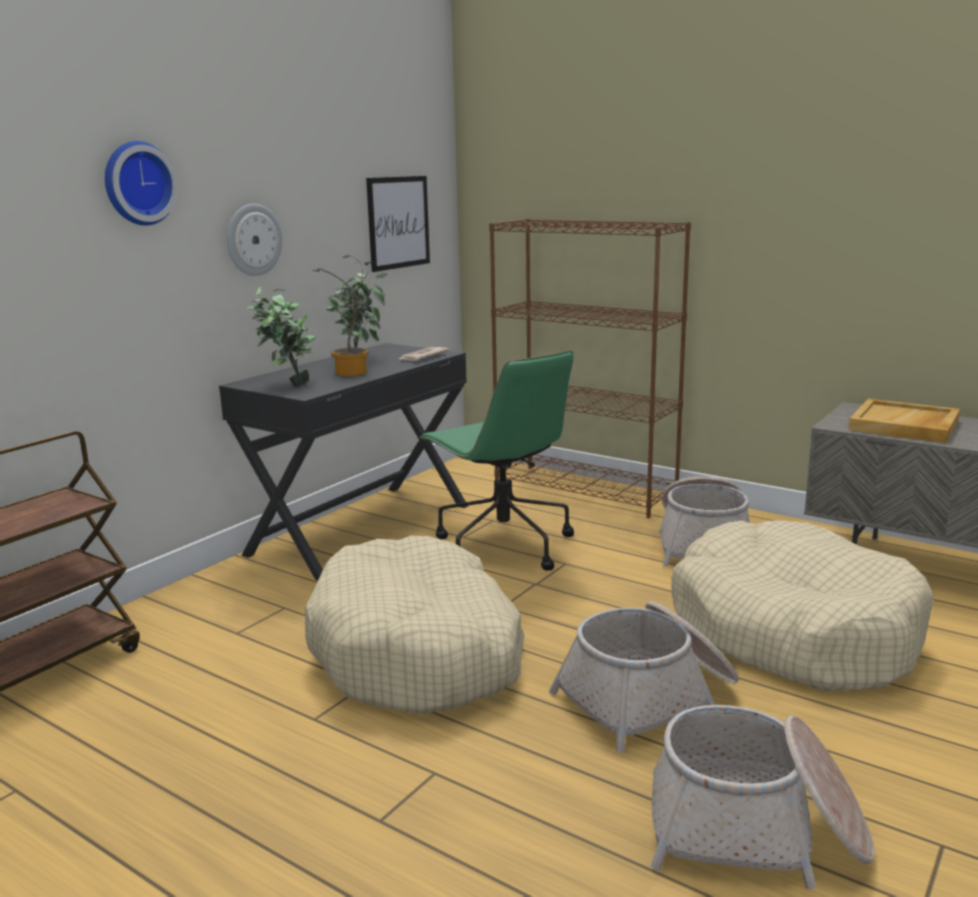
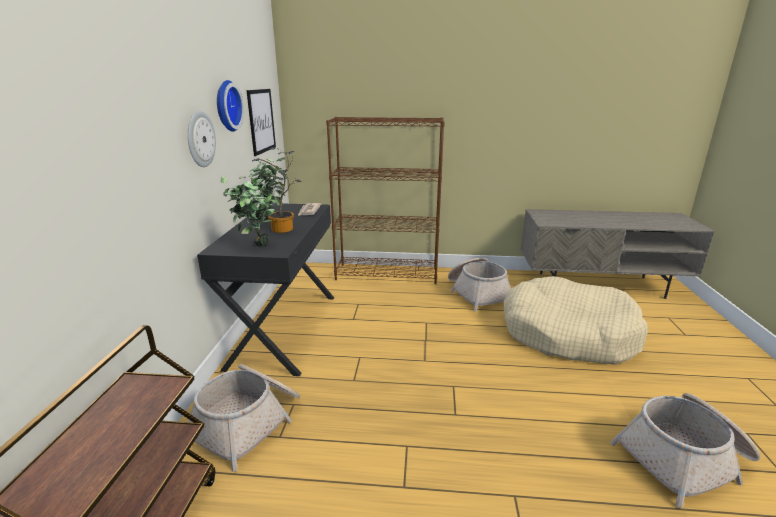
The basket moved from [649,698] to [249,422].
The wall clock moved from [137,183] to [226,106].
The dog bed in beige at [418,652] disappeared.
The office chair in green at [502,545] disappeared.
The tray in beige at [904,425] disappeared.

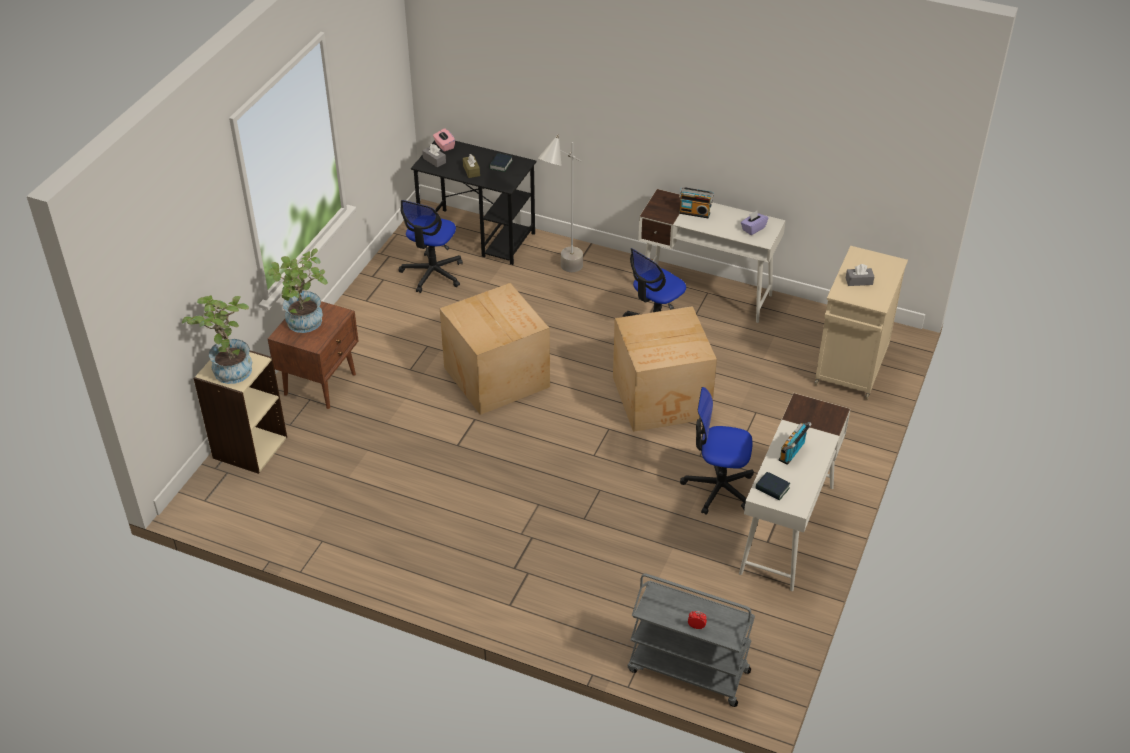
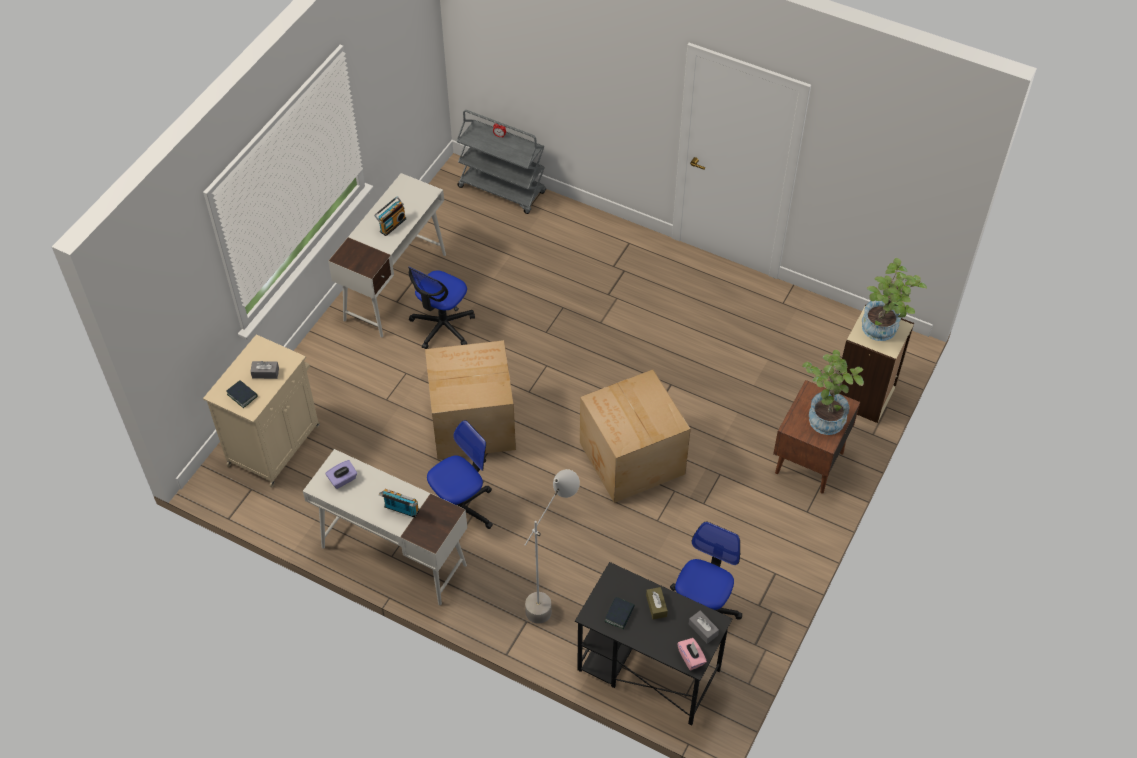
The book moved from [772,488] to [242,395].
The office chair at [718,488] turned 105 degrees clockwise.

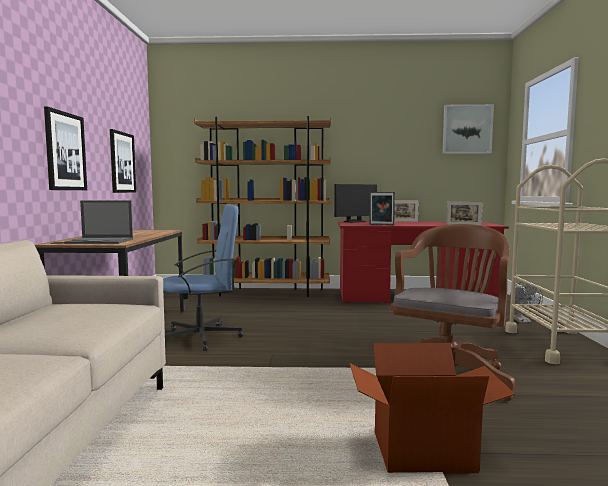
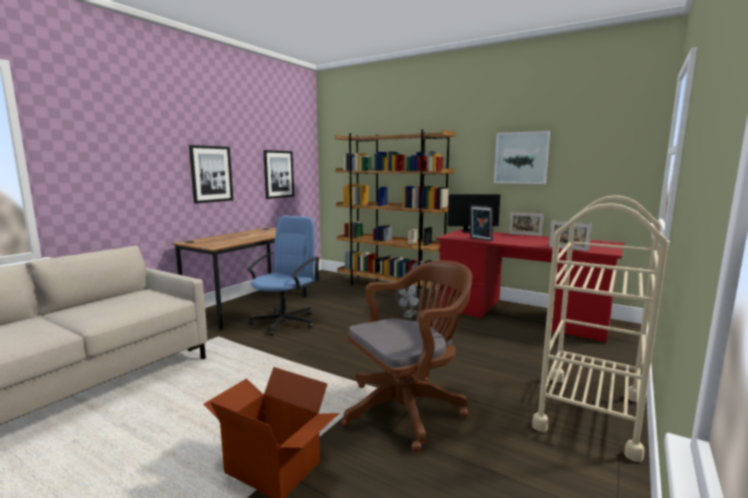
The office chair in blue at [202,337] turned 75 degrees counterclockwise.
The fan in grey moved from [523,321] to [409,316].
The picture moved from [467,129] to [521,158].
The laptop at [101,241] disappeared.

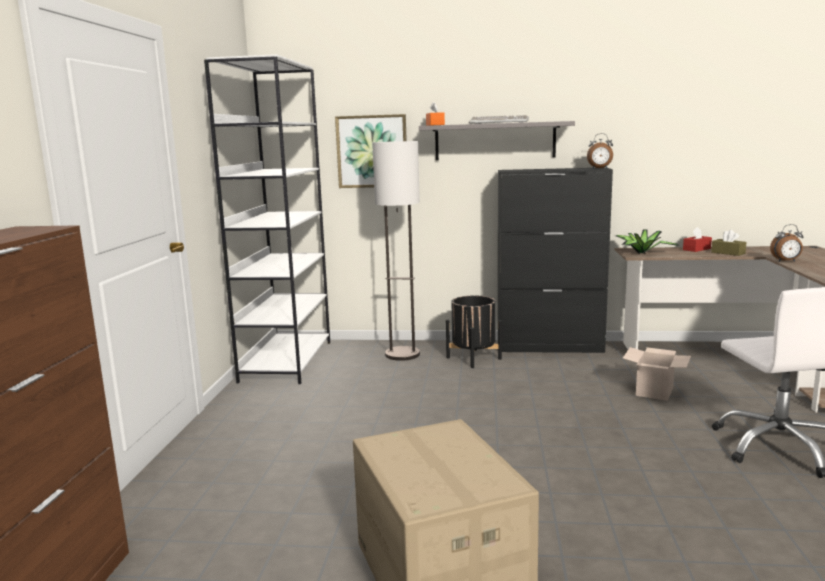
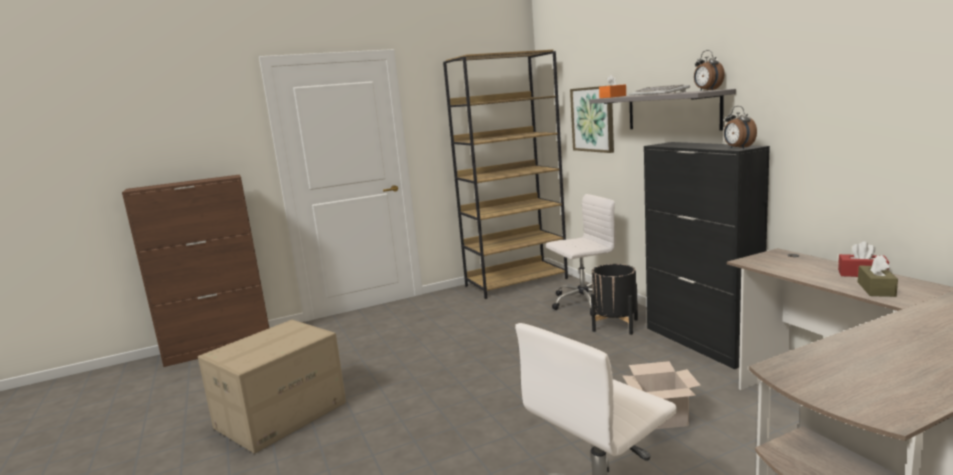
The bookcase in white at [286,361] became the bookcase in brown at [516,282].
The floor lamp at [402,354] was replaced by the office chair in white at [582,303].
The alarm clock moved from [786,261] to [707,90].
The potted plant at [641,253] disappeared.

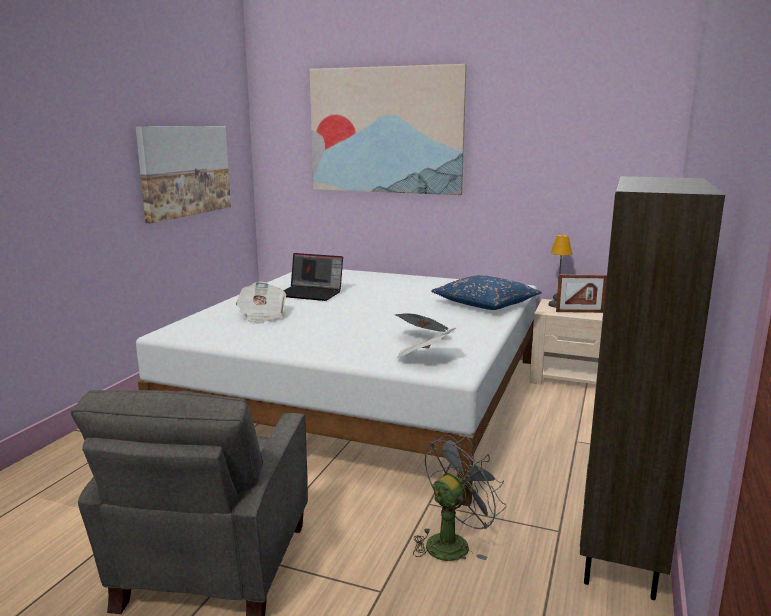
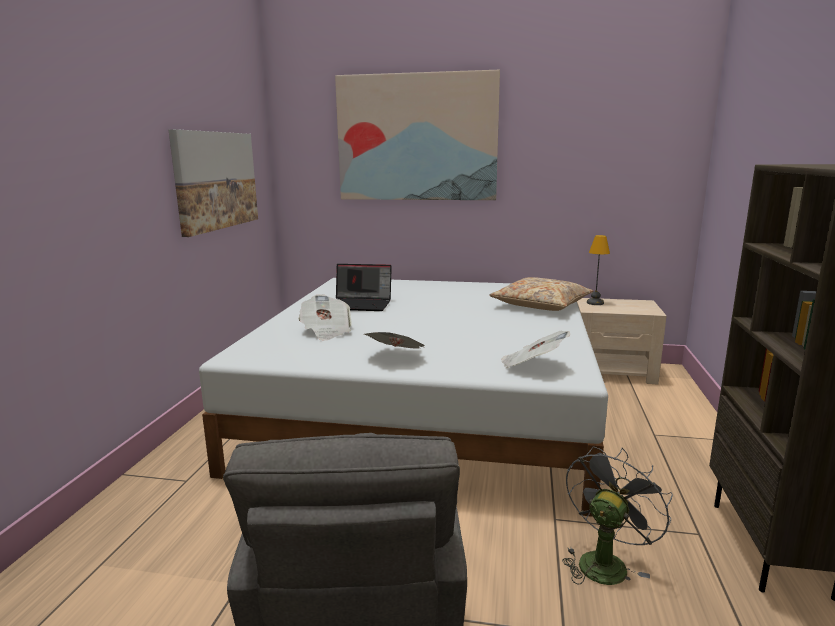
The newspaper moved from [424,337] to [397,357].
The pillow in blue at [485,303] became the pillow in beige at [541,305].
The picture frame at [579,312] disappeared.

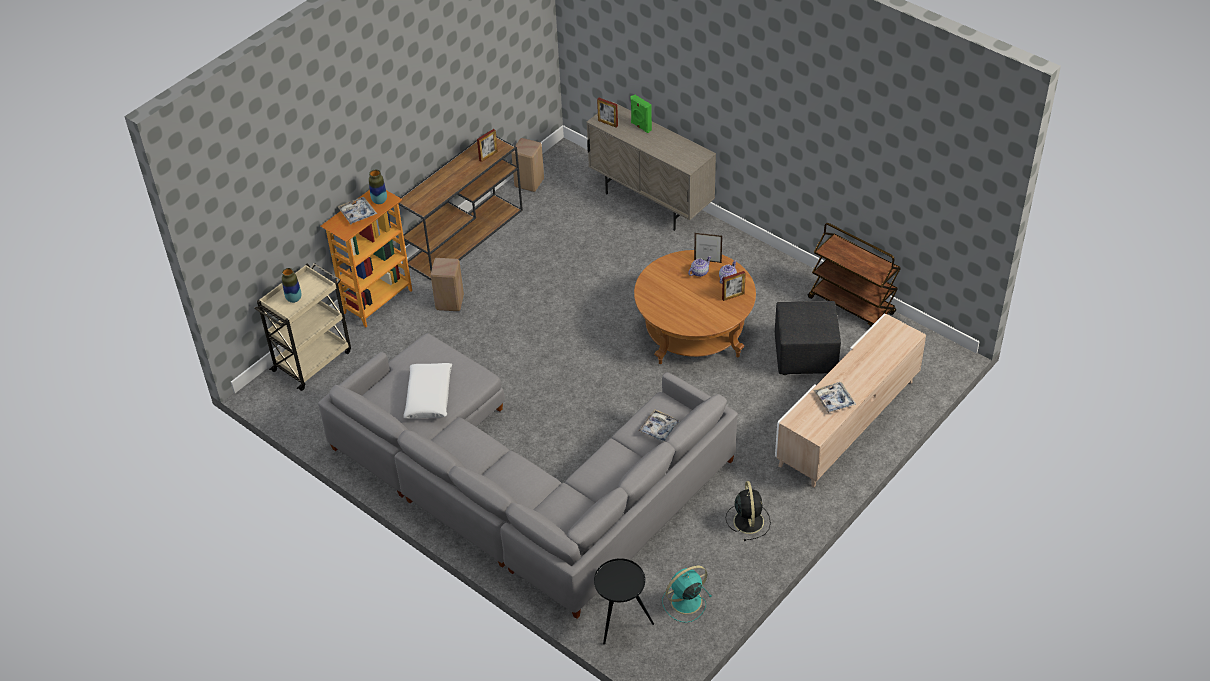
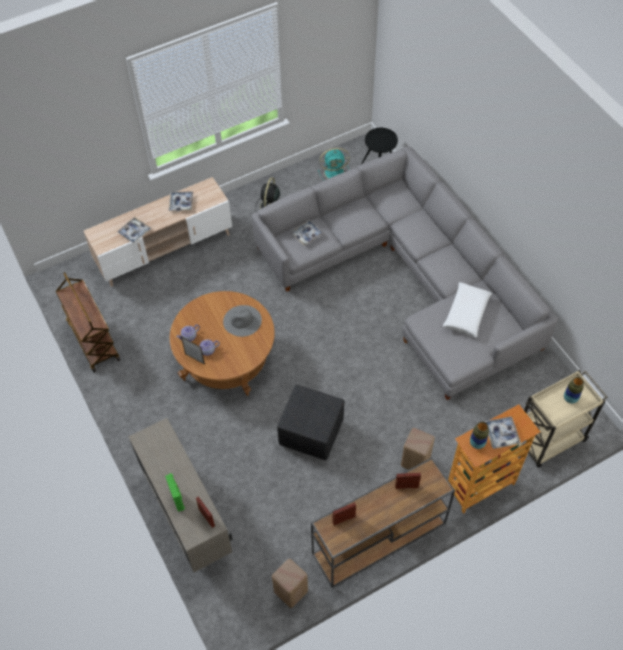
The tray at [134,232] appeared.
The hat in grey at [242,321] appeared.
The ottoman in black moved from [806,356] to [311,432].
The picture frame moved from [733,296] to [406,487].

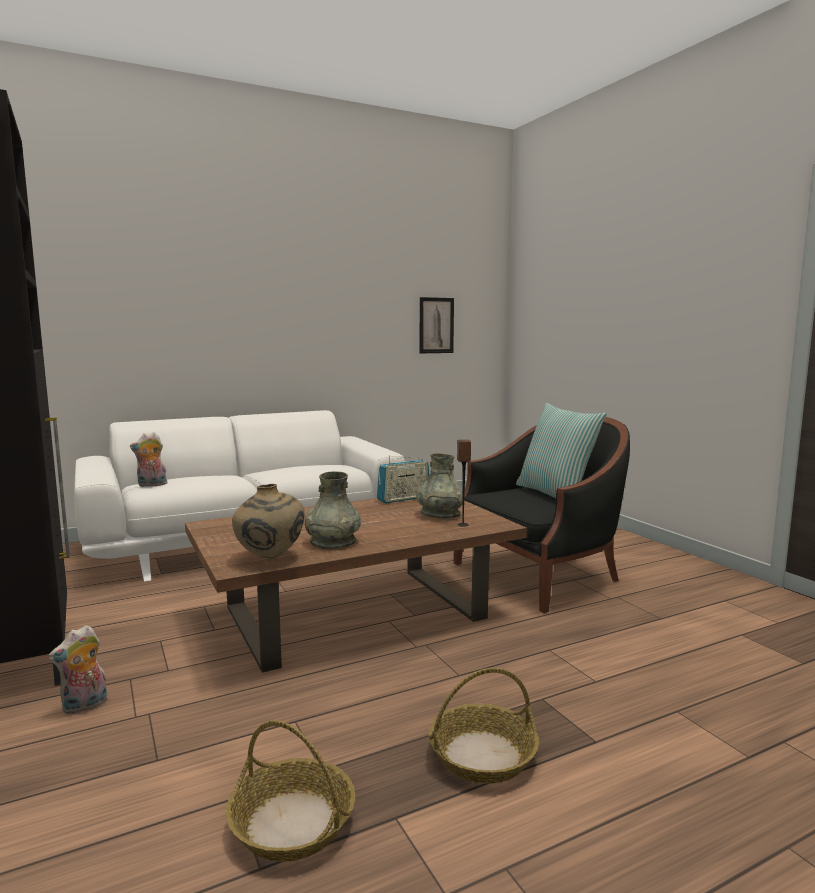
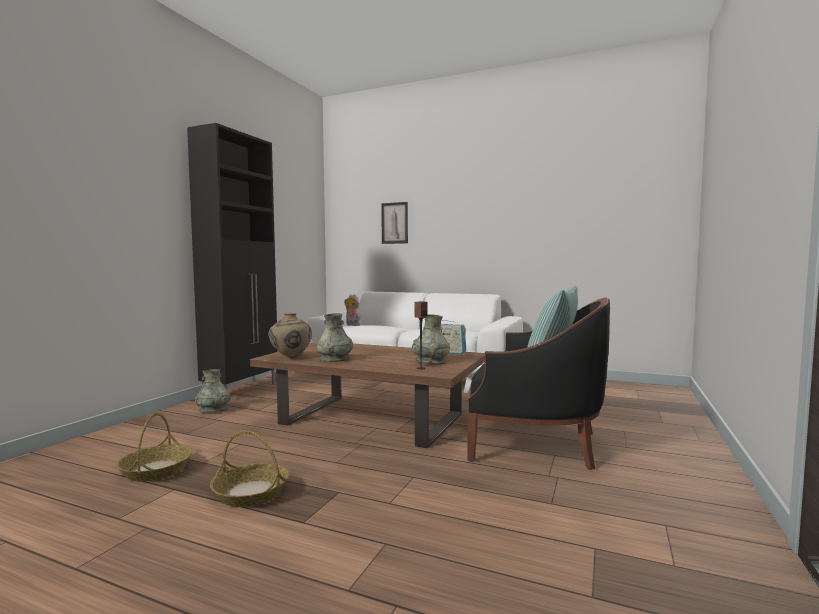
The plush toy at [84,706] was replaced by the vase in grey at [214,410].
The picture moved from [436,325] to [394,223].

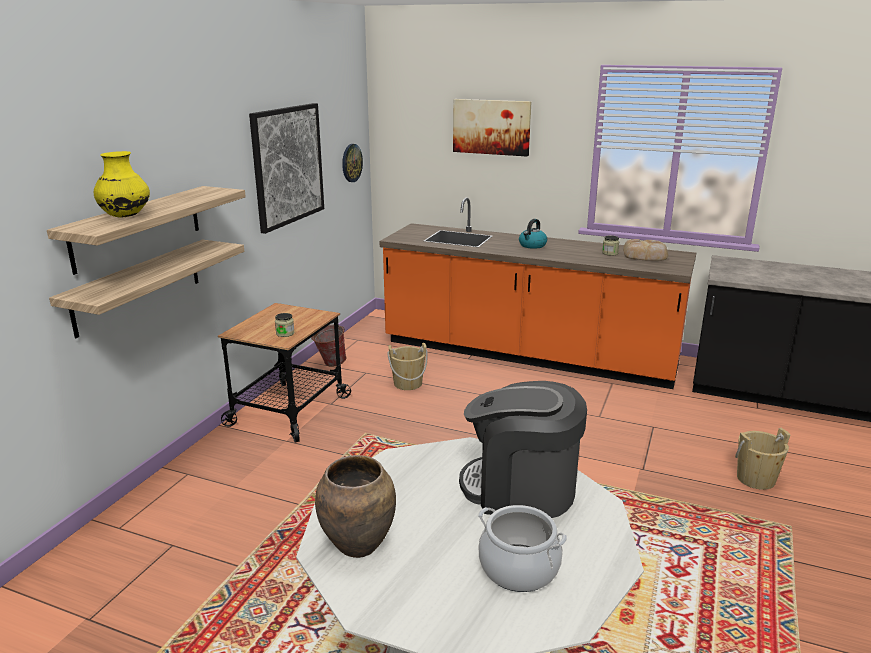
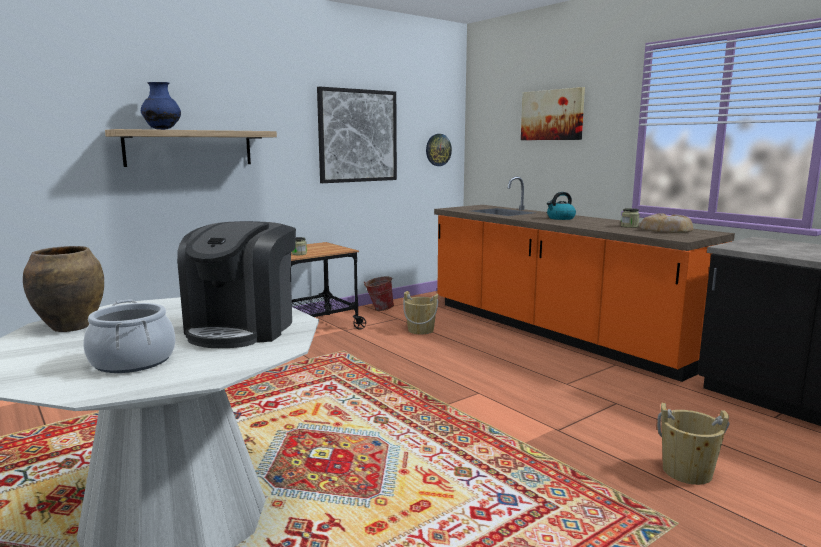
The vase in yellow at [125,216] became the vase in blue at [162,129].
The coffee machine at [520,489] turned 120 degrees counterclockwise.
The shelf at [138,286] disappeared.

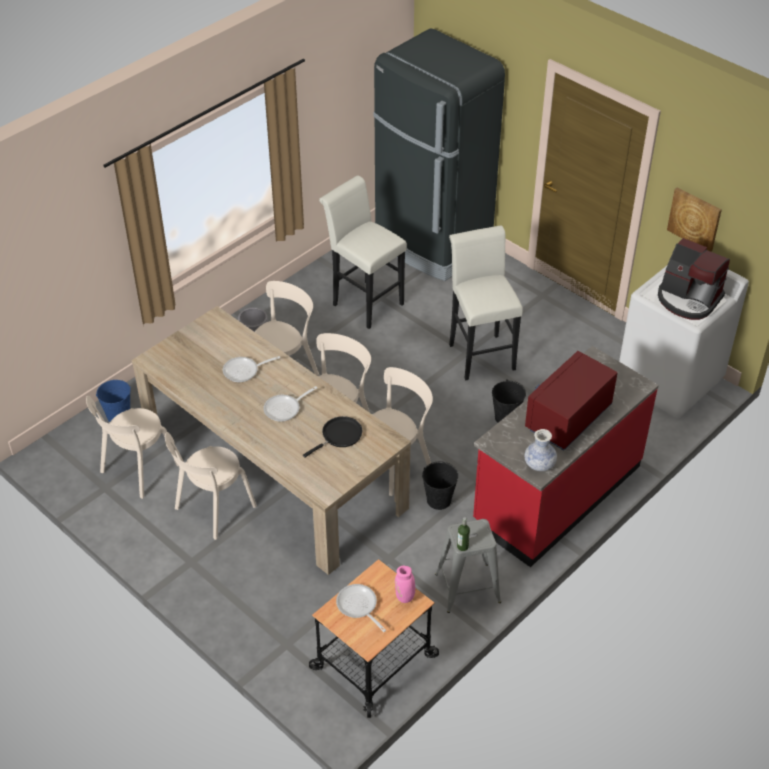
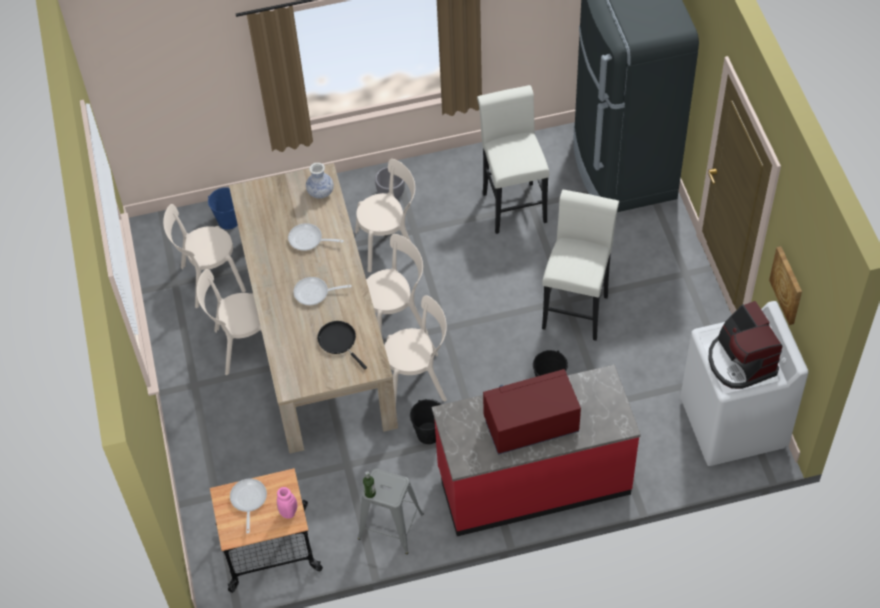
The vase moved from [539,464] to [320,192].
The frying pan in black at [339,436] turned 120 degrees counterclockwise.

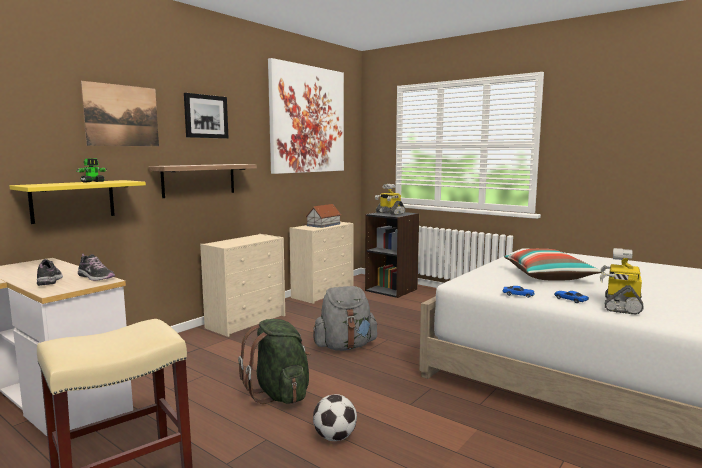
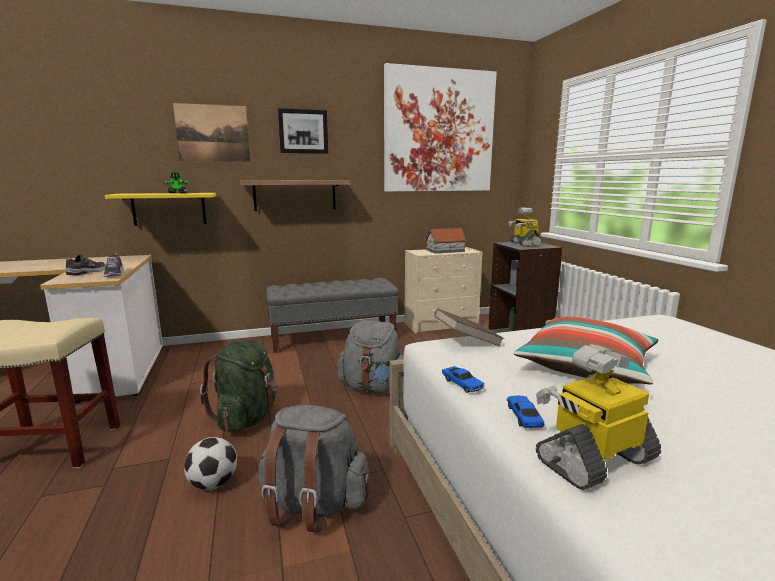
The backpack in grey at [313,505] appeared.
The dresser in beige at [247,321] was replaced by the bench in grey at [333,338].
The book in brown at [467,341] appeared.

